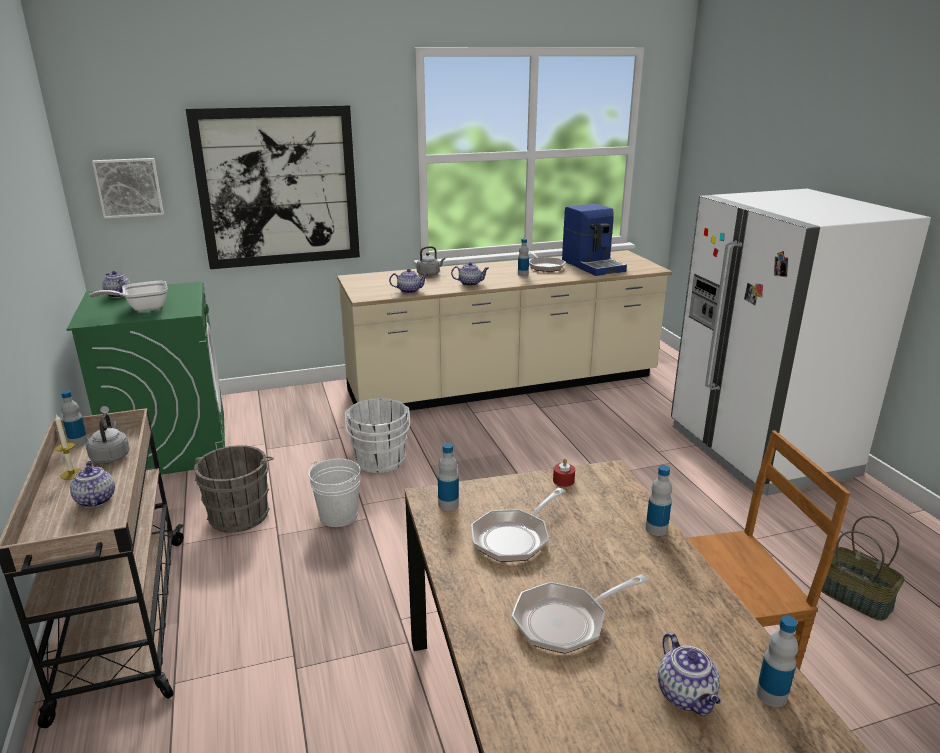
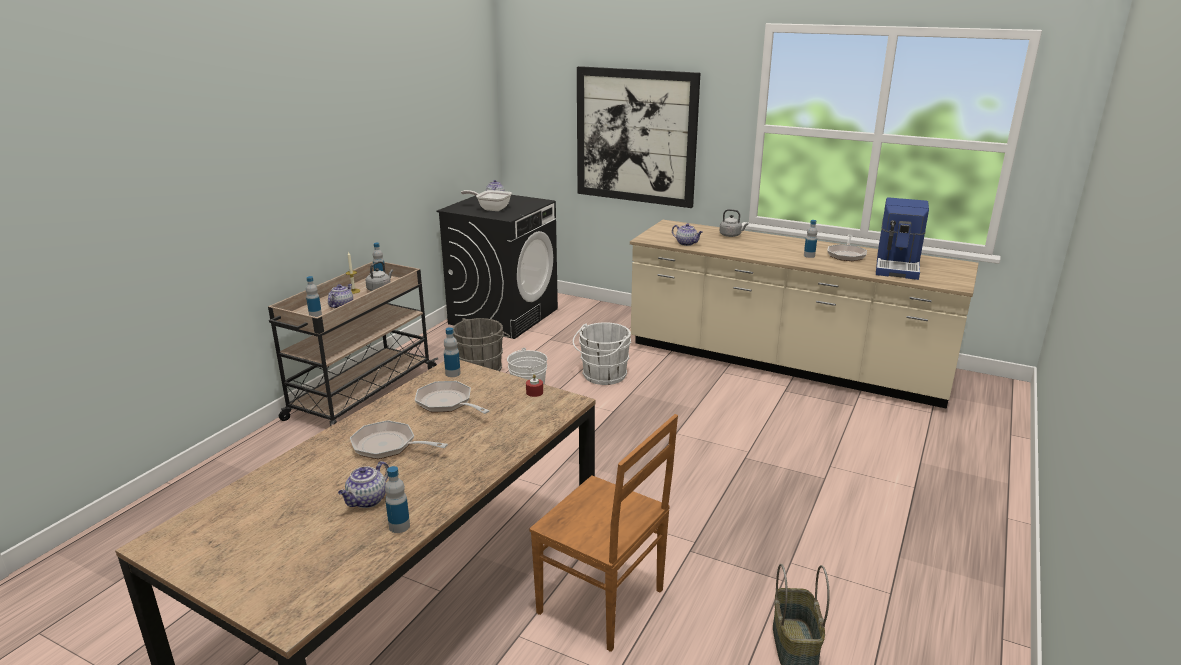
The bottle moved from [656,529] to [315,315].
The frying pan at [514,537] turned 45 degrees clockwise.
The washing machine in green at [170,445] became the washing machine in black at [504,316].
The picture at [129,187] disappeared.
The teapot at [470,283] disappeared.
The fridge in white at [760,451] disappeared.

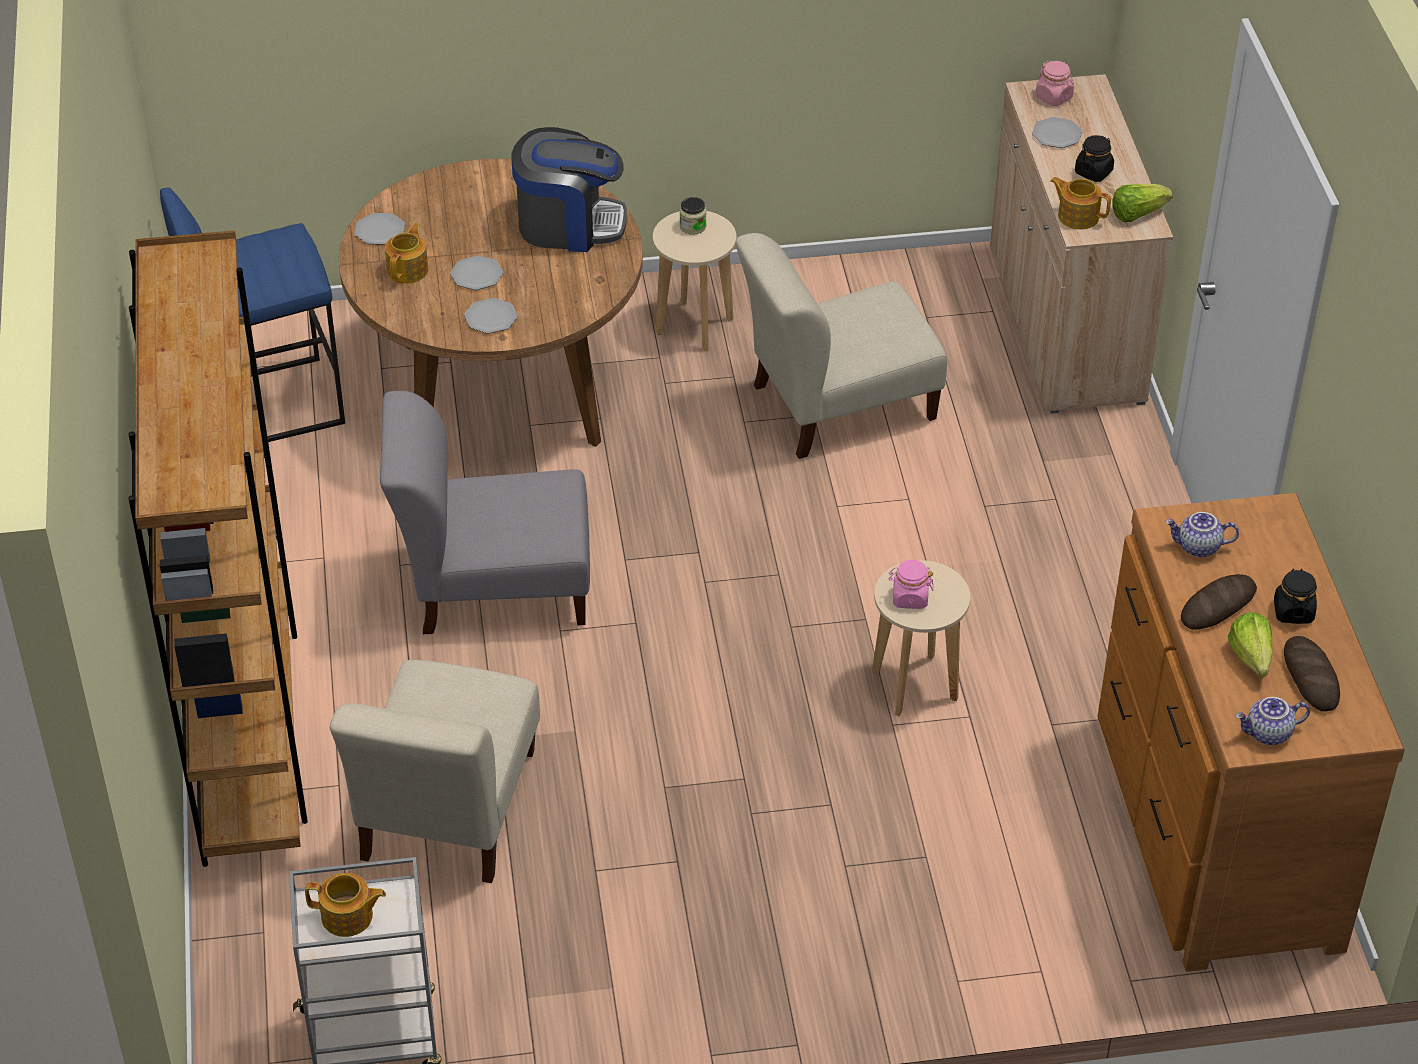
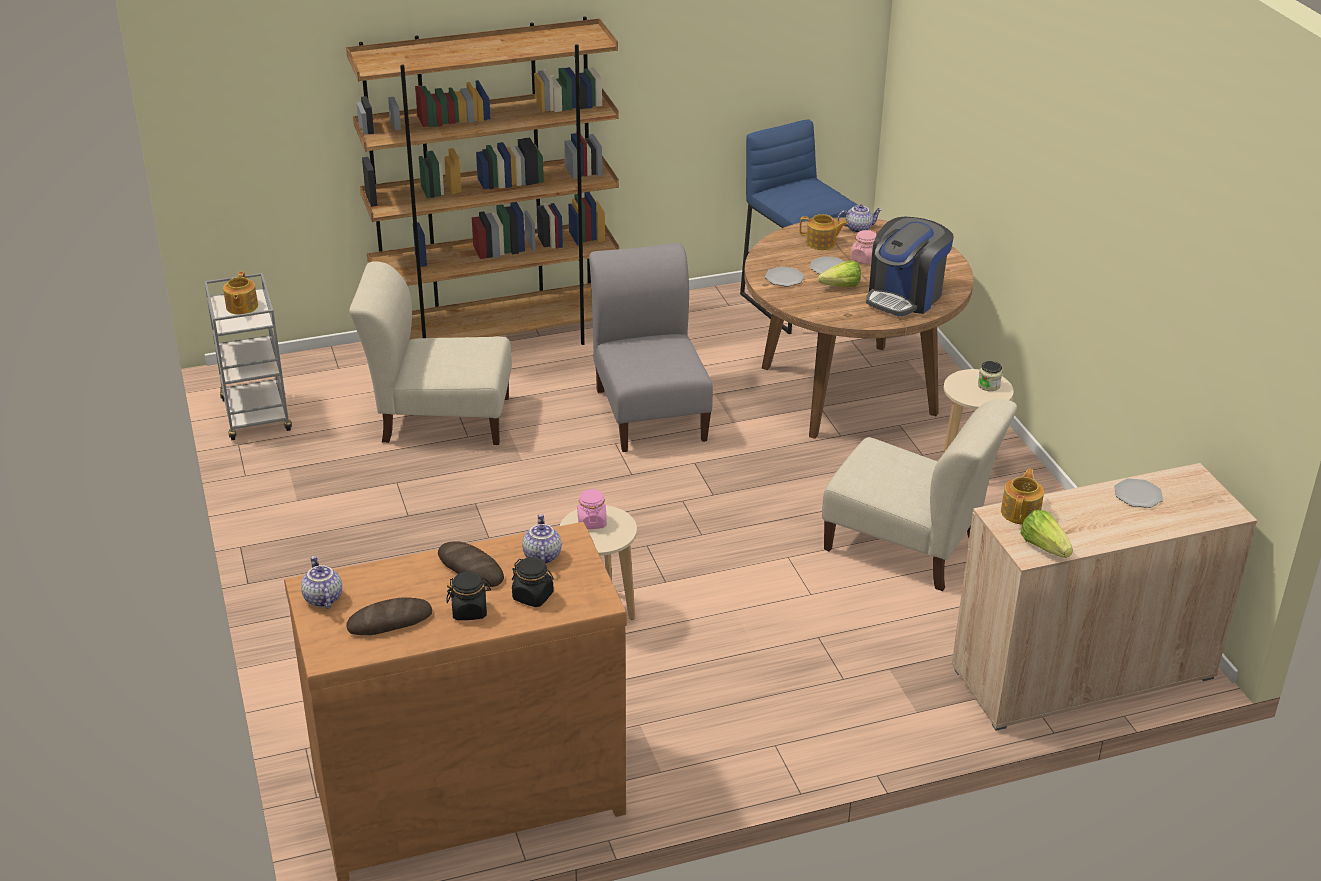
The jar in black moved from [1093,172] to [533,596].
The lettuce moved from [1251,662] to [837,287].
The chair in beige at [836,405] turned 150 degrees clockwise.
The plate at [379,231] was replaced by the teapot at [858,228].
The jar in pink moved from [1054,97] to [864,259].
The coffee machine at [569,224] turned 45 degrees clockwise.

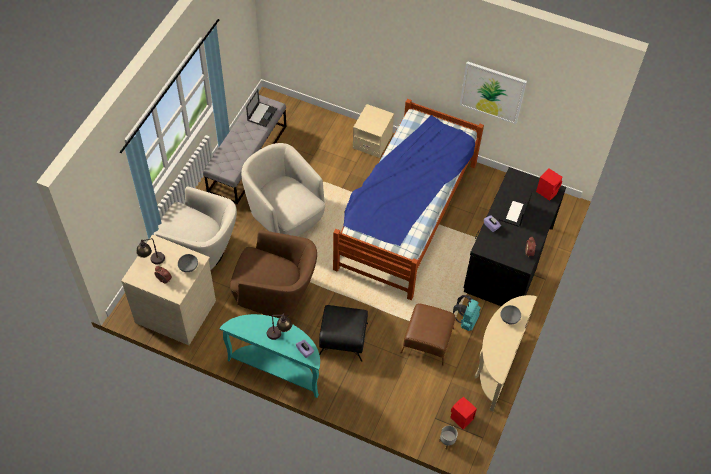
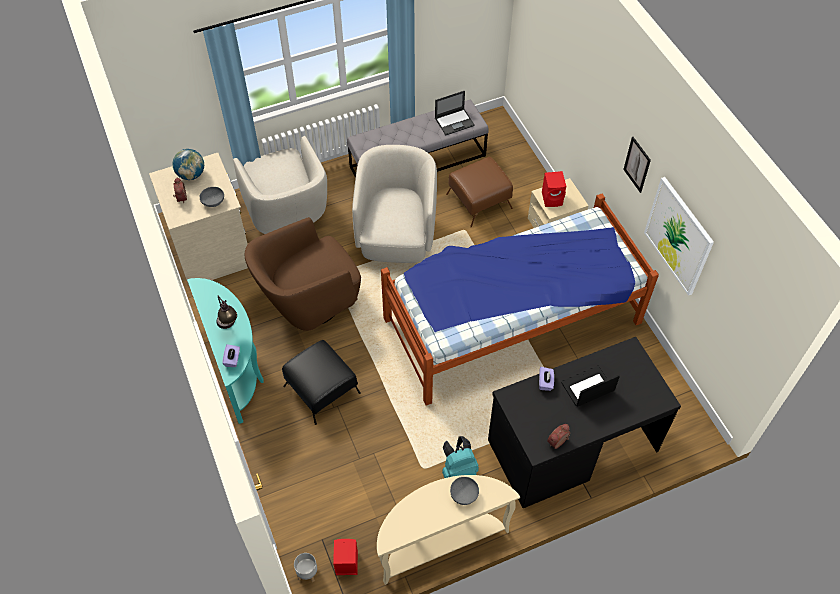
The table lamp at [152,261] was replaced by the globe at [191,175].
The armchair in brown at [276,294] turned 90 degrees clockwise.
The ottoman in brown moved from [427,341] to [478,201].
The speaker in red moved from [547,191] to [553,199].
The picture at [637,164] appeared.

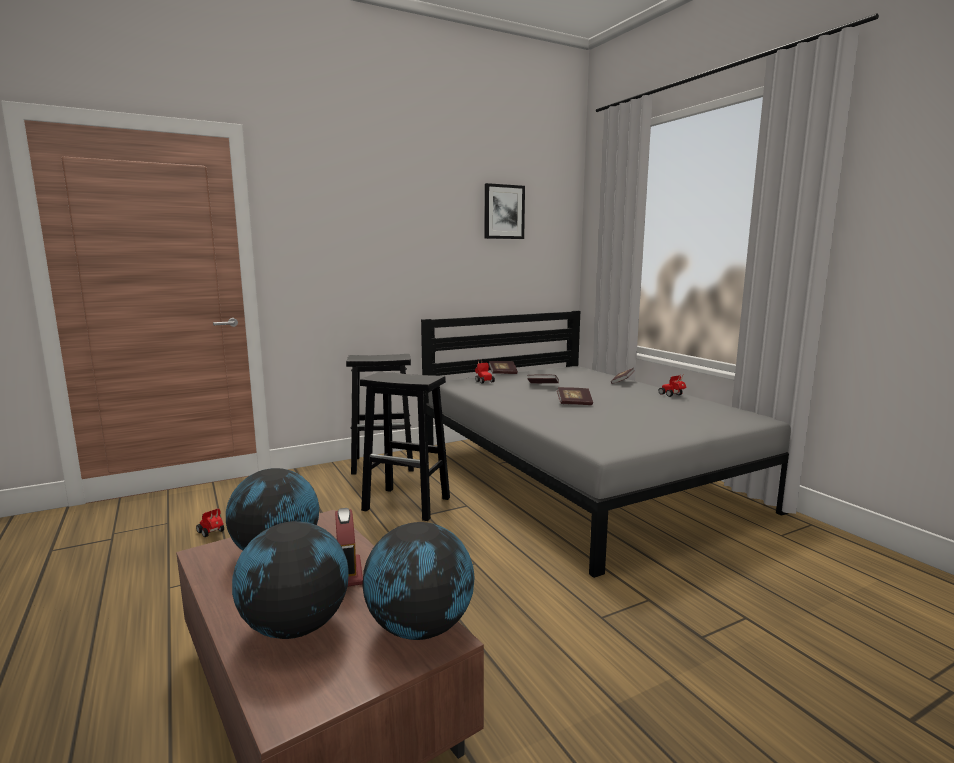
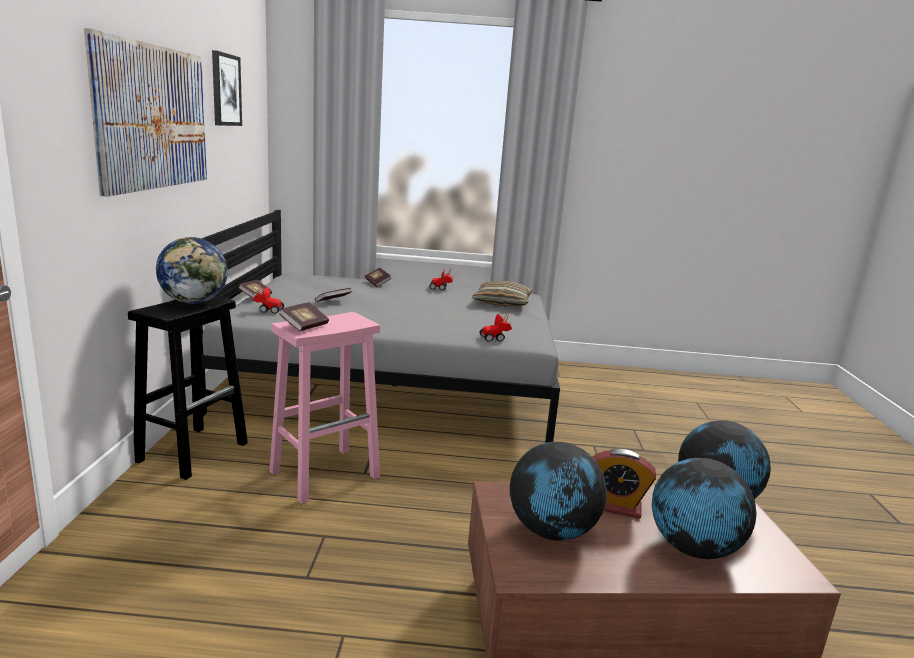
The picture at [153,117] appeared.
The globe at [194,302] appeared.
The stool in black at [408,504] became the stool in pink at [326,473].
The book moved from [574,403] to [304,326].
The pillow at [502,302] appeared.
The toy car moved from [212,533] to [495,338].

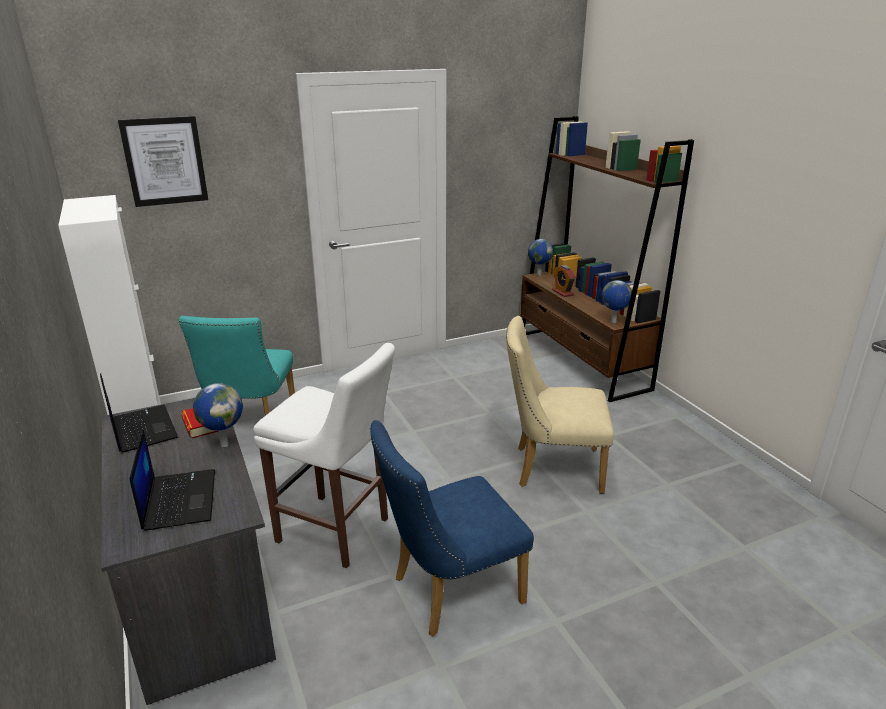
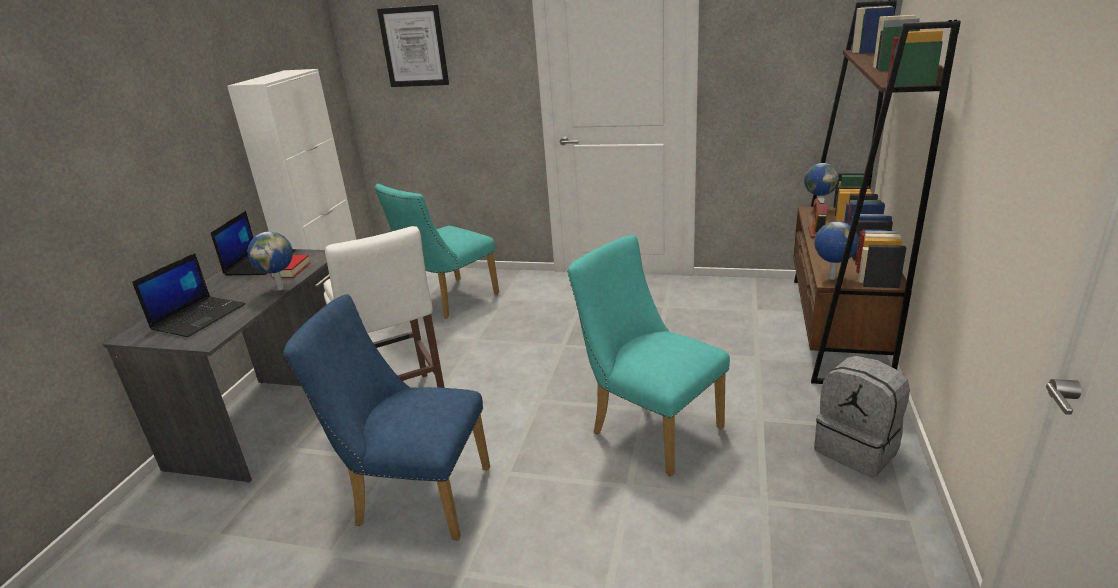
The chair in beige at [551,468] became the chair in turquoise at [649,427].
The backpack in grey at [857,449] appeared.

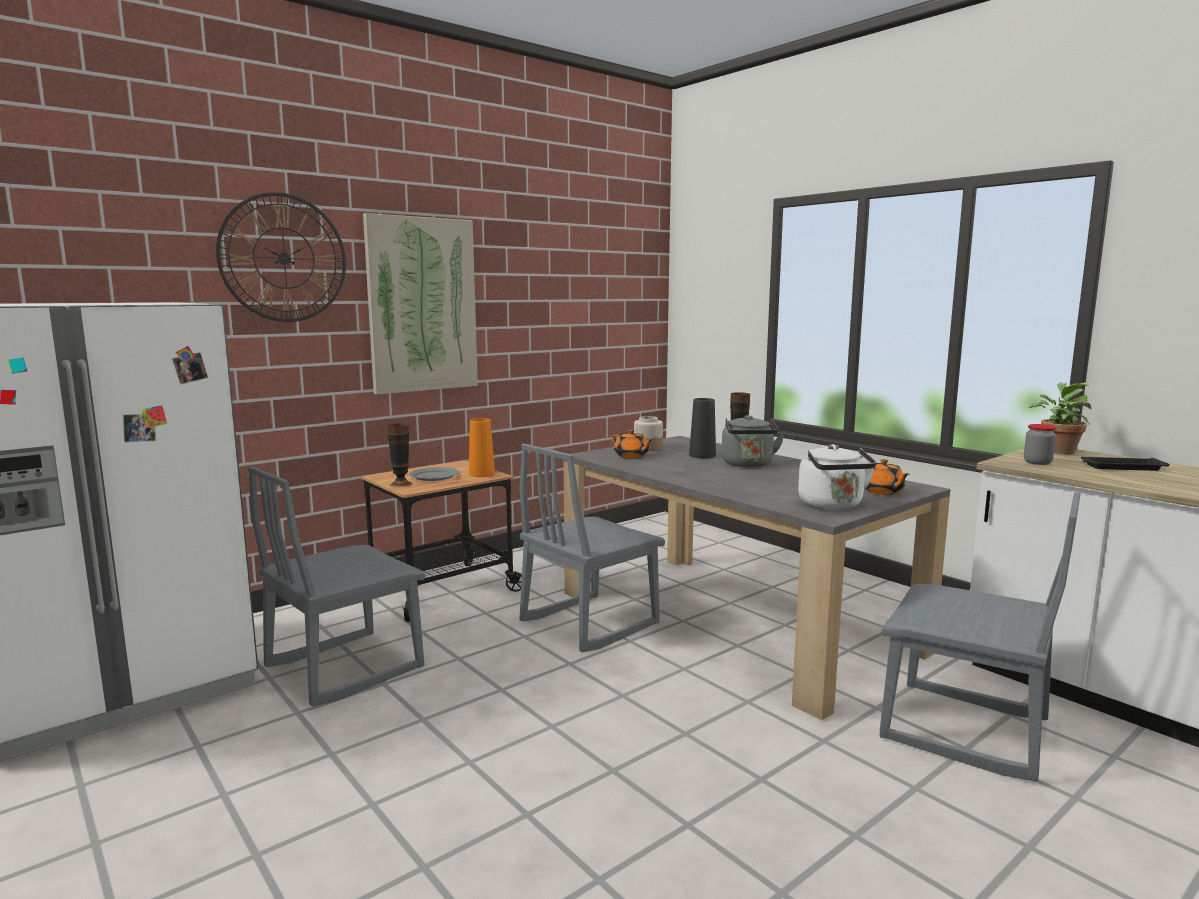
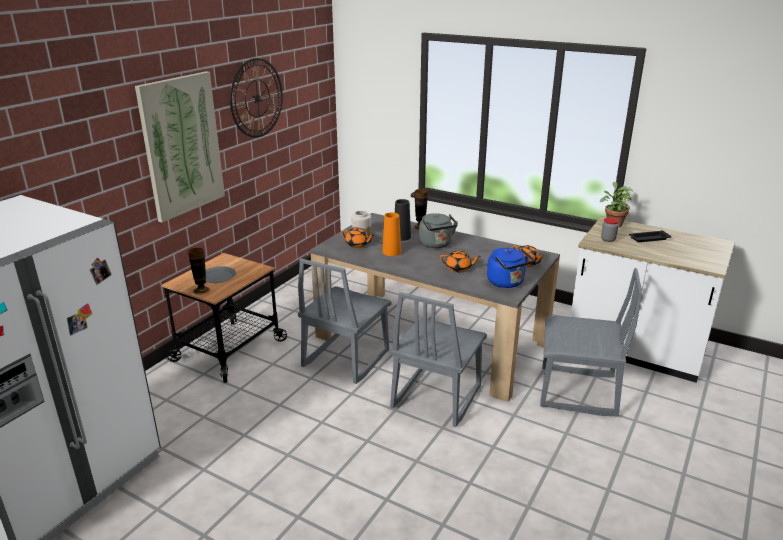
The wall clock moved from [284,258] to [257,98].
The vase in orange moved from [481,474] to [391,252].
The chair in grey moved from [344,667] to [435,397].
The teapot in orange at [459,268] appeared.
The kettle in white at [833,505] became the kettle in blue at [507,283].

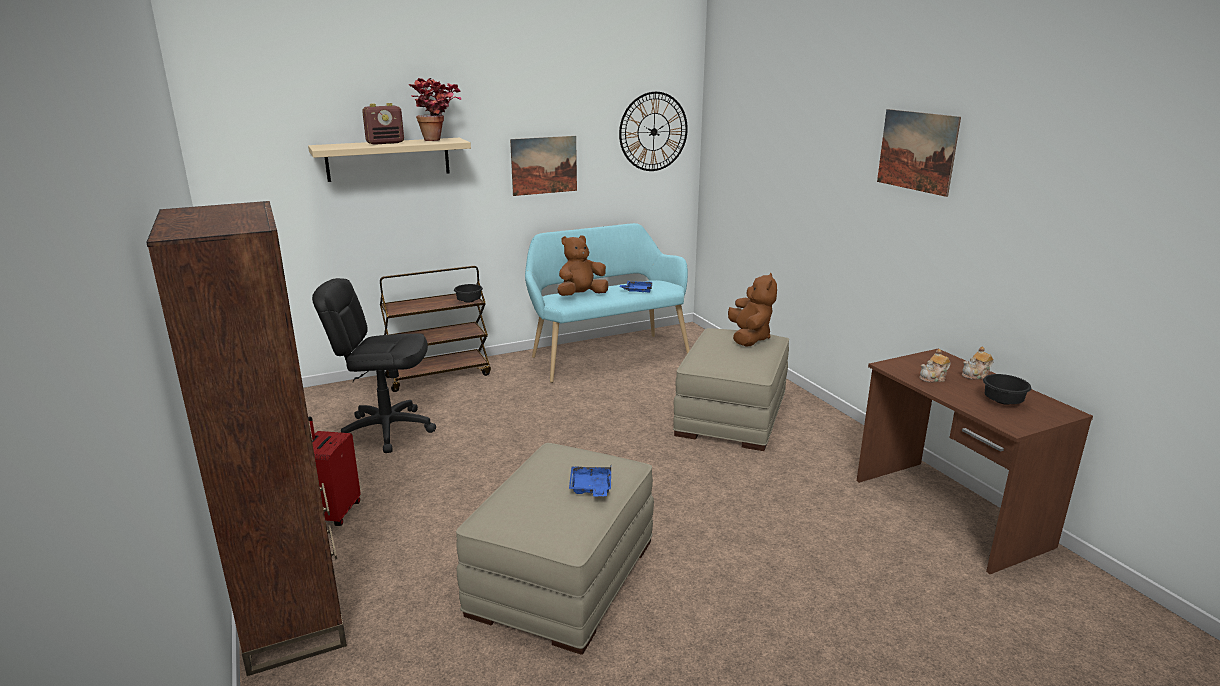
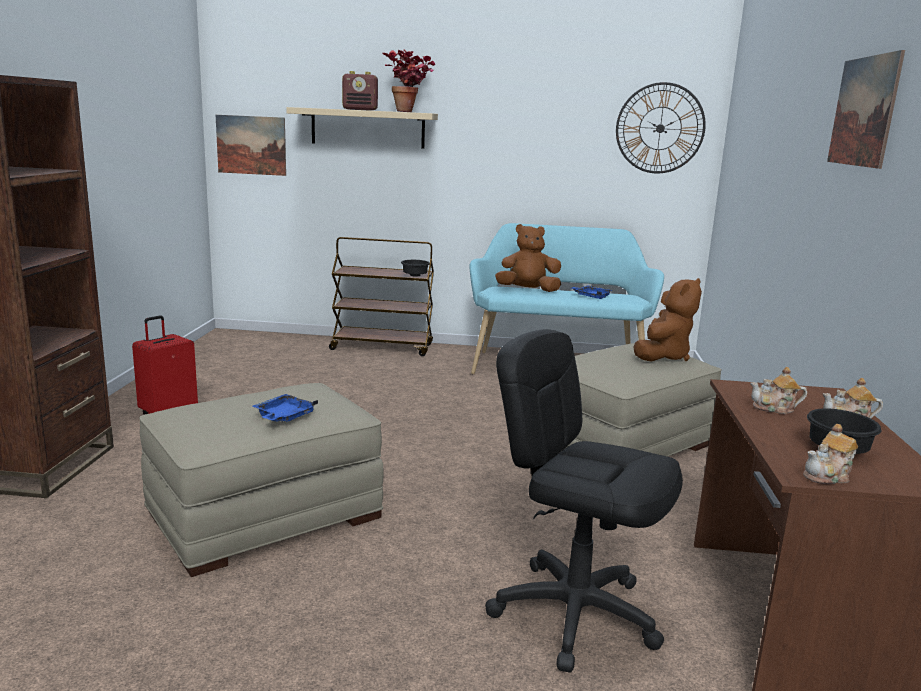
The picture moved from [544,165] to [251,145].
The office chair in black moved from [387,430] to [574,613].
The teapot at [828,476] appeared.

